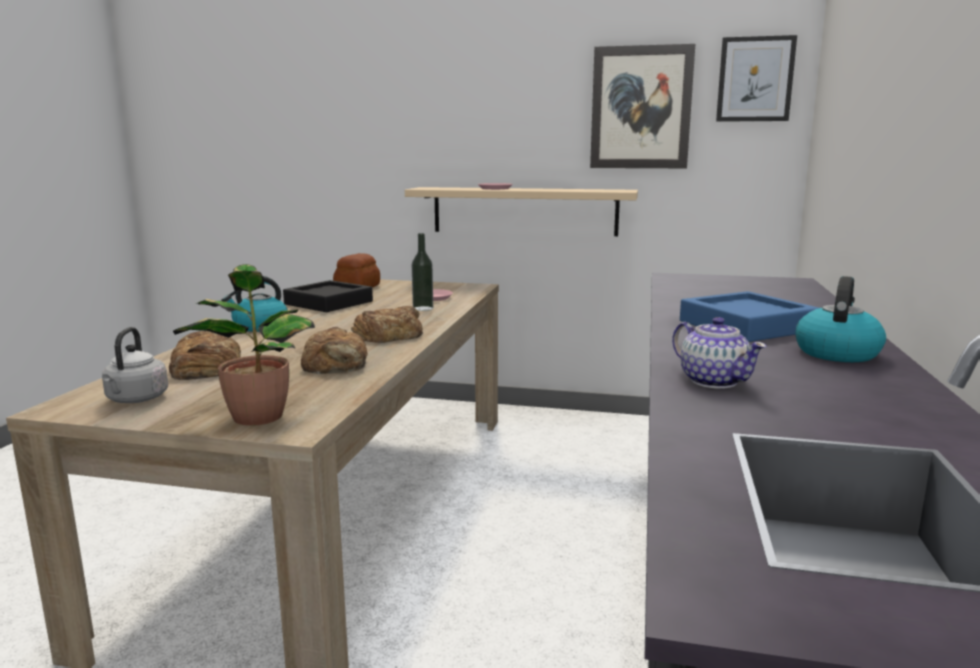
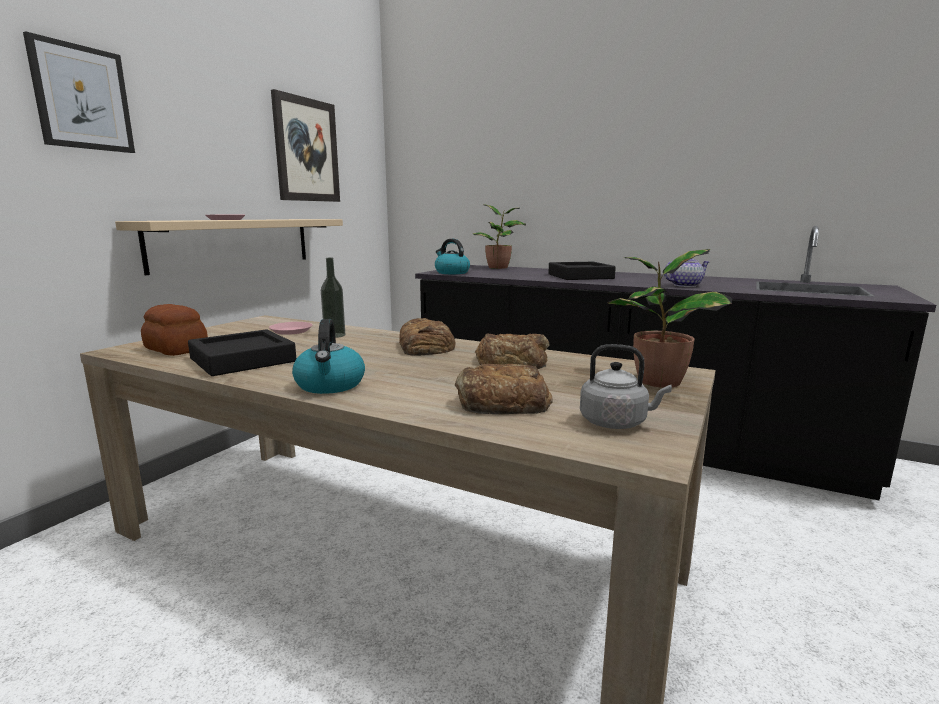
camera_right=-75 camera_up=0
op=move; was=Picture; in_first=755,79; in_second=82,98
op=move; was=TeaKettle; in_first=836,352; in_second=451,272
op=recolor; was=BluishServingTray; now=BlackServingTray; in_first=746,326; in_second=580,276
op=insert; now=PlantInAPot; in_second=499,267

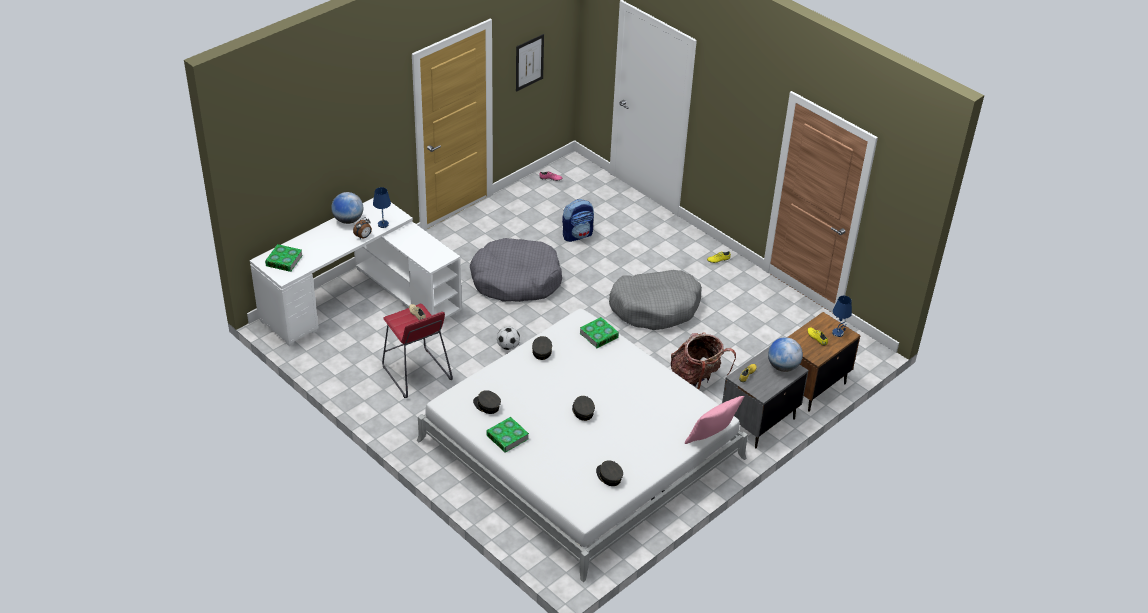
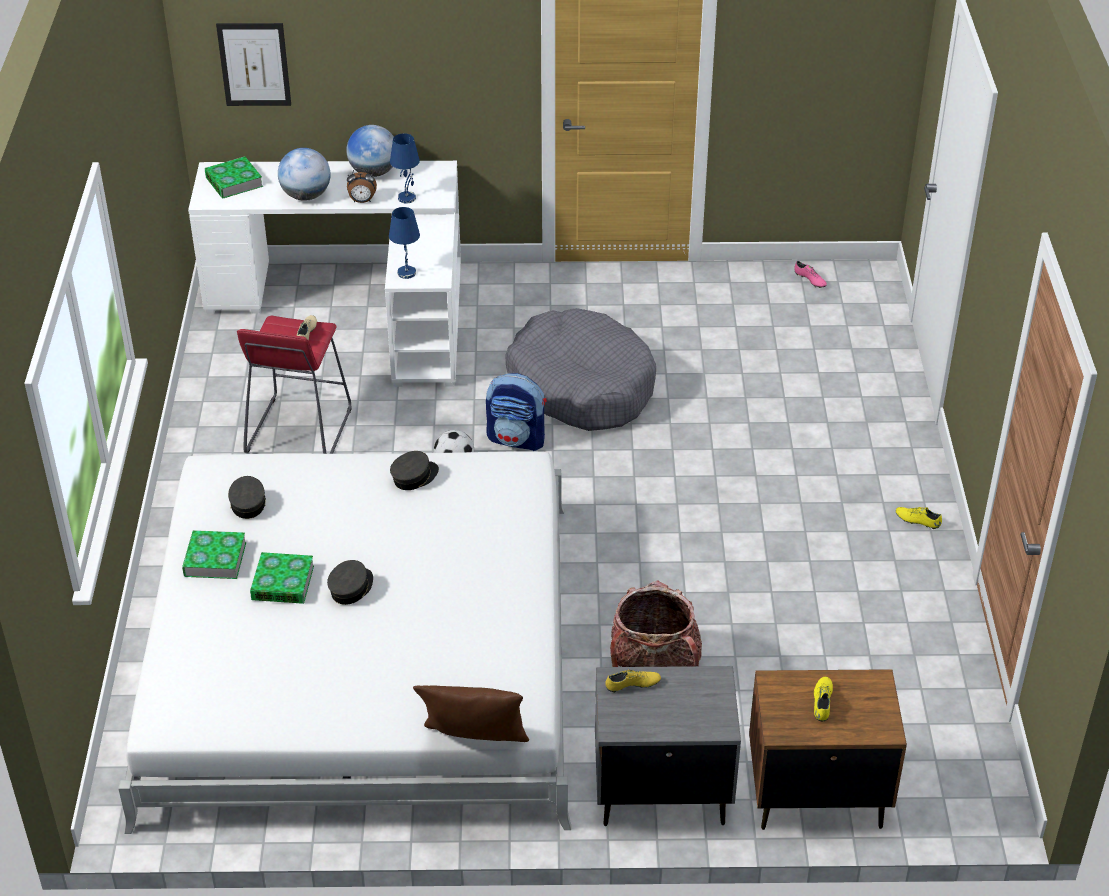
camera_right=45 camera_up=0
op=move; was=Picture; in_first=529,62; in_second=254,64
op=move; was=Rucksack; in_first=577,235; in_second=517,439
op=delete; was=GrayDogCushion; in_first=655,307
op=move; was=BluishTabletopLamp; in_first=838,333; in_second=407,273
op=move; was=Volume; in_first=599,335; in_second=283,583
op=move; was=DeskGlobe; in_first=783,367; in_second=306,196
op=recolor; was=PinkColouredThrowPillow; now=BrownishThrowPillow; in_first=712,438; in_second=473,745
op=delete; was=GrayBaseballCap; in_first=609,476

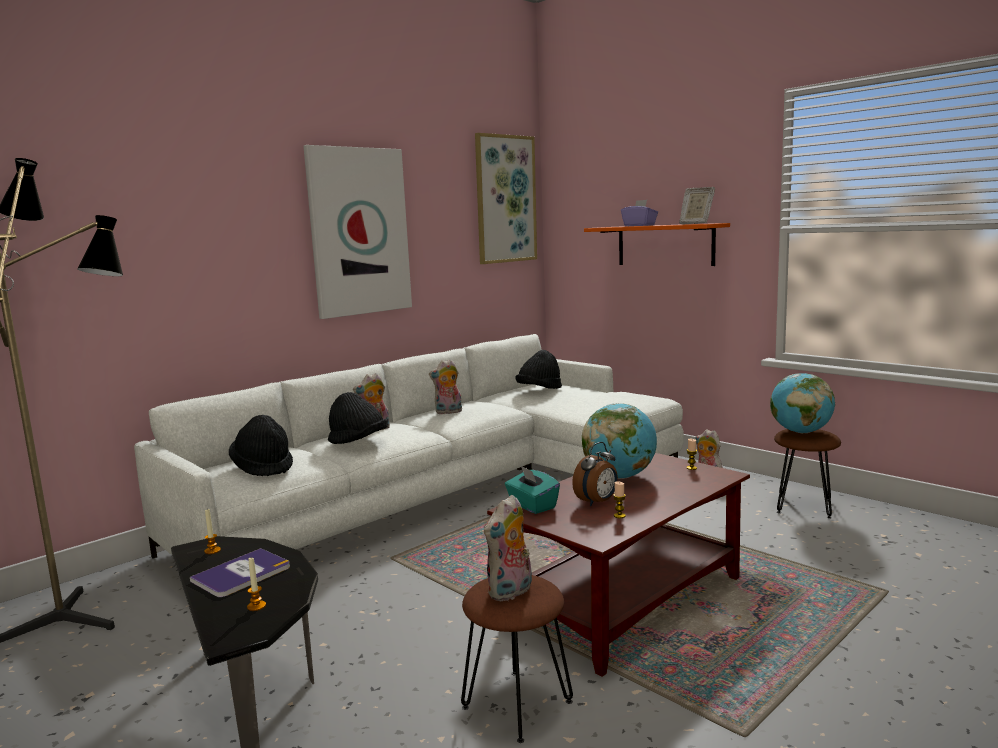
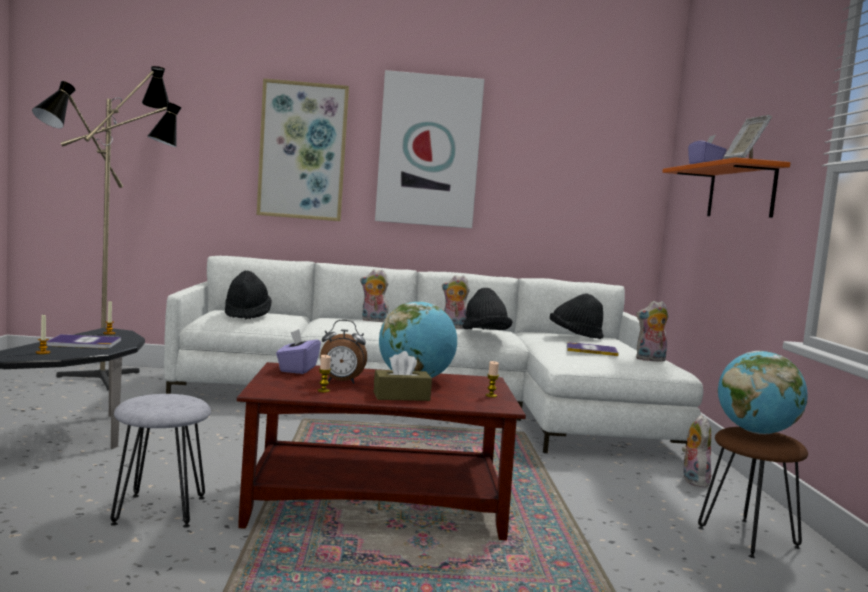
camera_right=40 camera_up=-5
op=move; was=Picture; in_first=505,199; in_second=302,151
op=move; was=BlackHat; in_first=358,442; in_second=485,334
op=recolor; was=BlueGreenBoxOfTissues; now=PurpleColouredBoxOfTissues; in_first=532,505; in_second=297,369
op=move; was=CuddlyToy; in_first=511,592; in_second=650,360
op=recolor; was=BrownishStool; now=GrayStool; in_first=516,704; in_second=160,510
op=insert; now=Volume; in_second=591,350
op=insert; now=BrownishBoxOfTissues; in_second=401,396

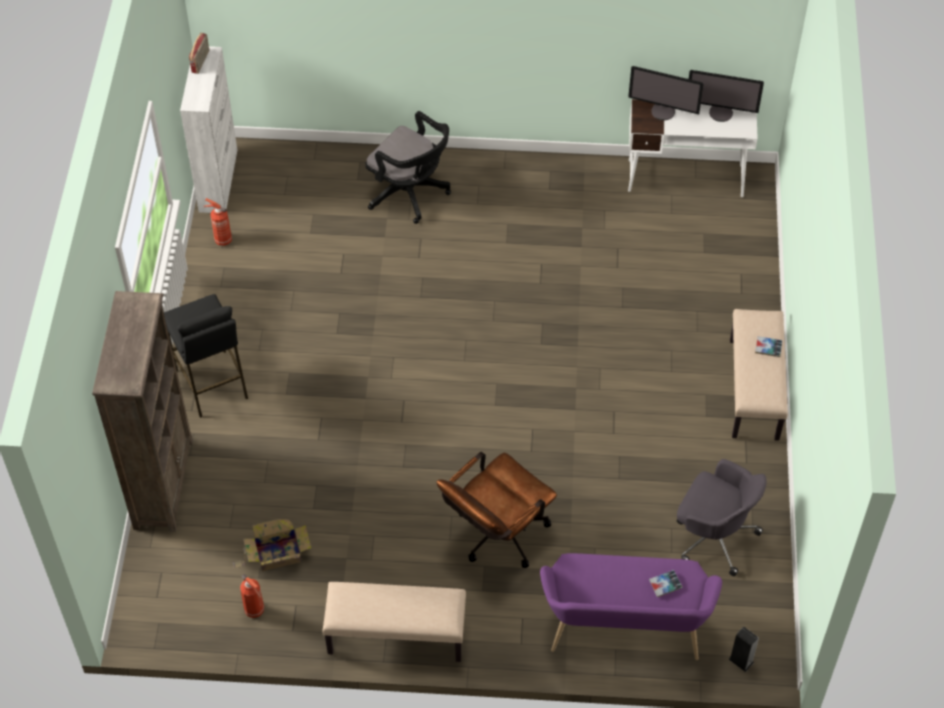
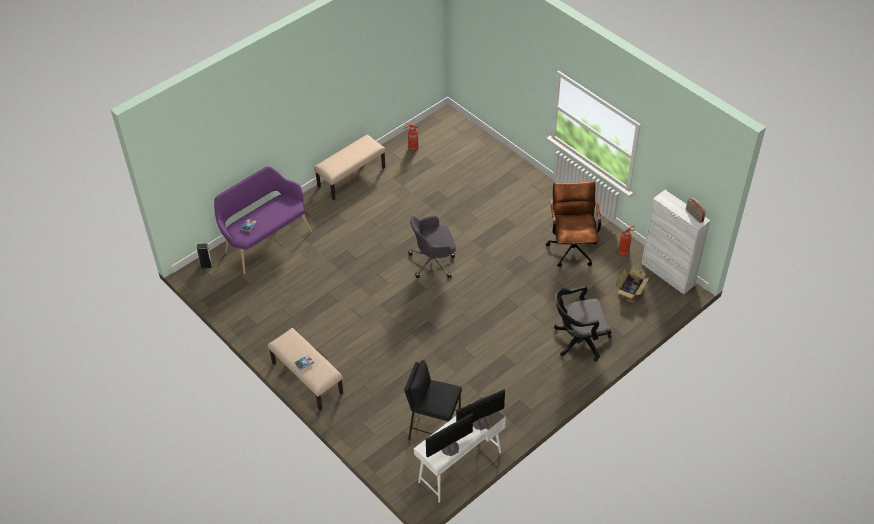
camera_right=135 camera_up=-5
op=delete; was=BrownishBookshelf; in_first=163,483
op=move; was=BlackStool; in_first=211,384; in_second=434,430
op=move; was=BrownishDeskChair; in_first=496,537; in_second=572,246
op=move; was=GrayDeskChair; in_first=713,536; in_second=433,262
op=move; was=PackingBox; in_first=276,555; in_second=631,290

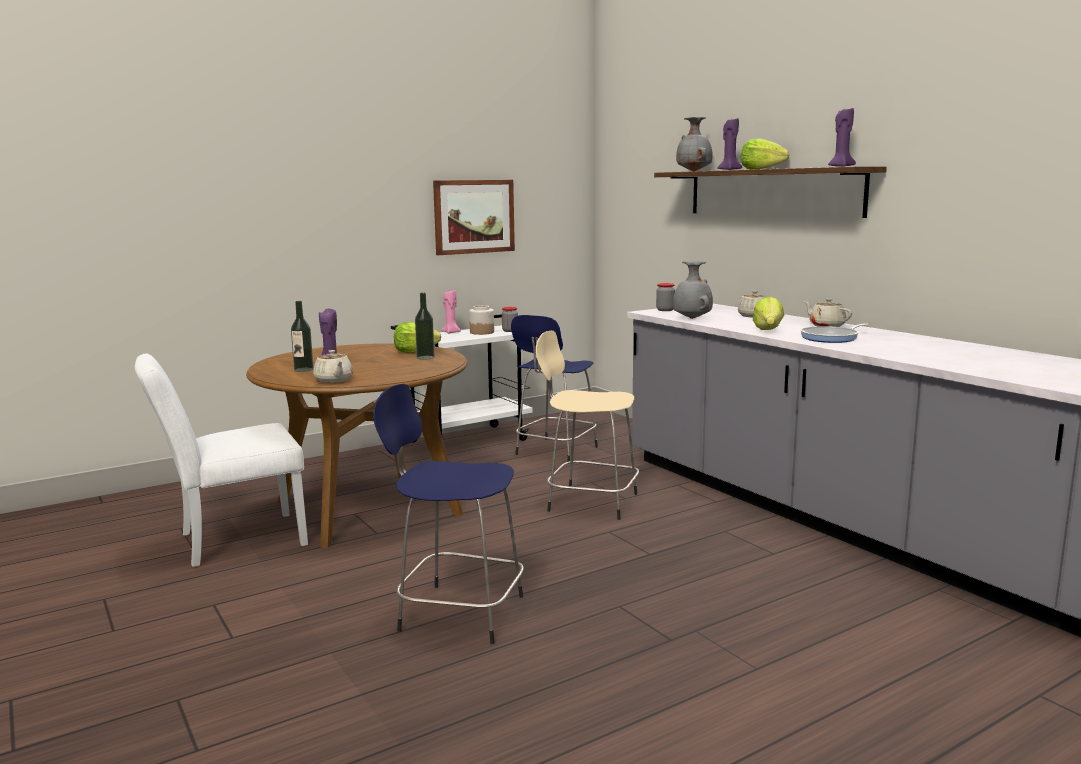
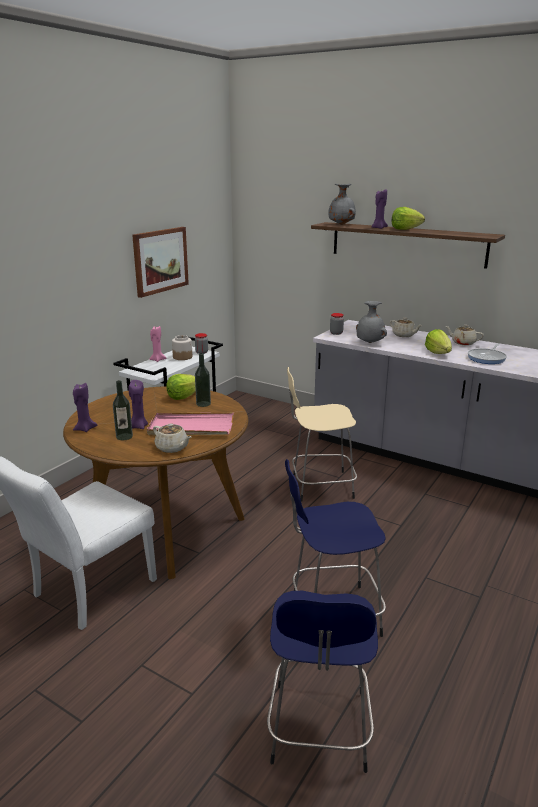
camera_right=-25 camera_up=10
op=move; was=PurpleColouredWaxCandle; in_first=840,167; in_second=85,429
op=move; was=BluishStool; in_first=555,451; in_second=319,730
op=insert; now=PinkColouredServingTray; in_second=191,427

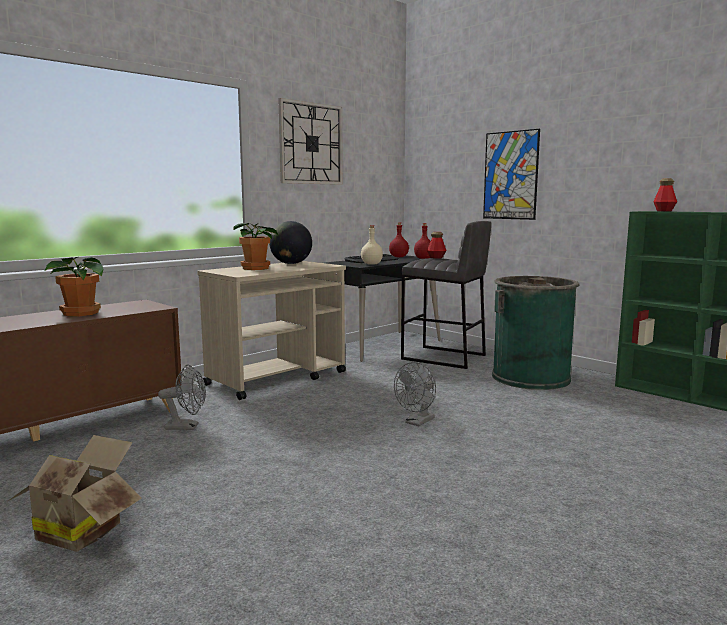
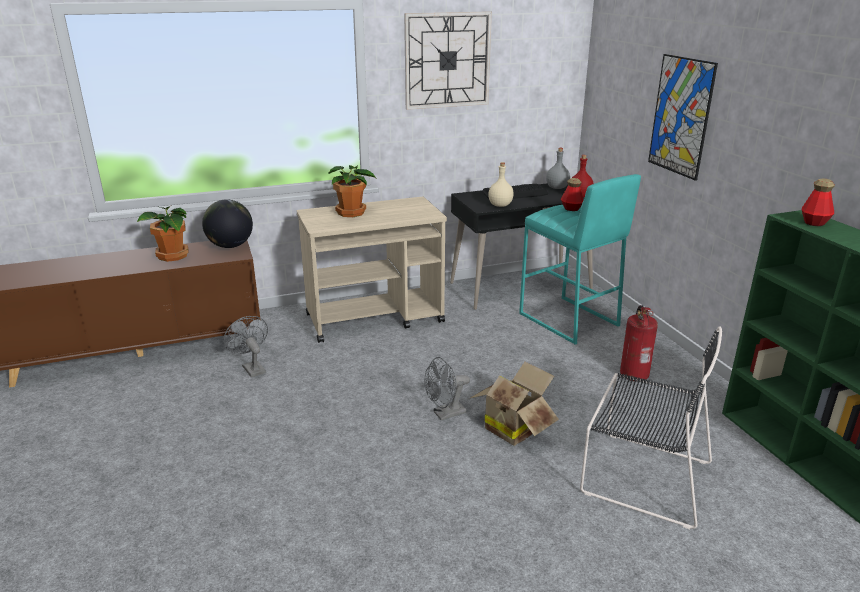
camera_right=25 camera_up=15
op=move; was=DeskGlobe; in_first=291,263; in_second=230,246
op=recolor; was=GrayStool; now=BlueGreenStool; in_first=444,357; in_second=568,320
op=recolor; was=RedDrinkBottle; now=GrayDrinkBottle; in_first=399,257; in_second=557,188
op=replace; was=GreenishRubbishBin; now=Extinguisher; in_first=531,377; in_second=634,375
op=rotate; was=GrayFan; in_first=187,427; in_second=251,368; clockwise=-150
op=move; was=PackingBox; in_first=82,530; in_second=513,427
op=insert; now=BlackPlainChair; in_second=641,476

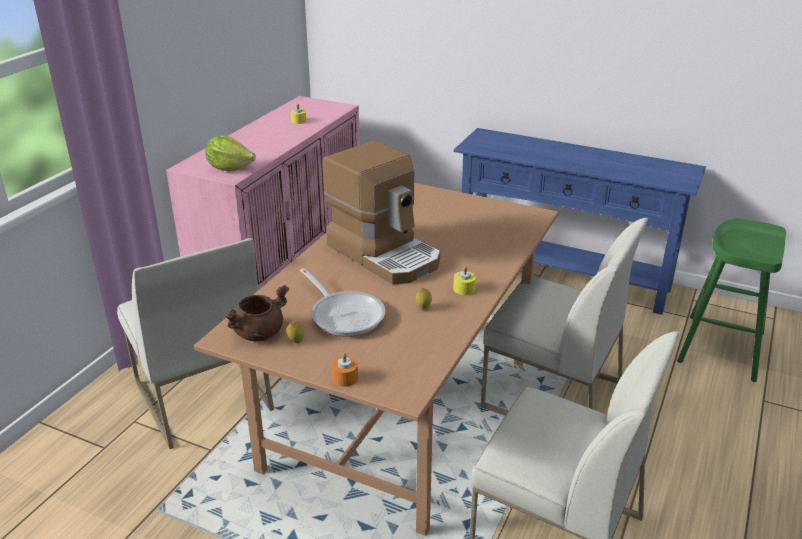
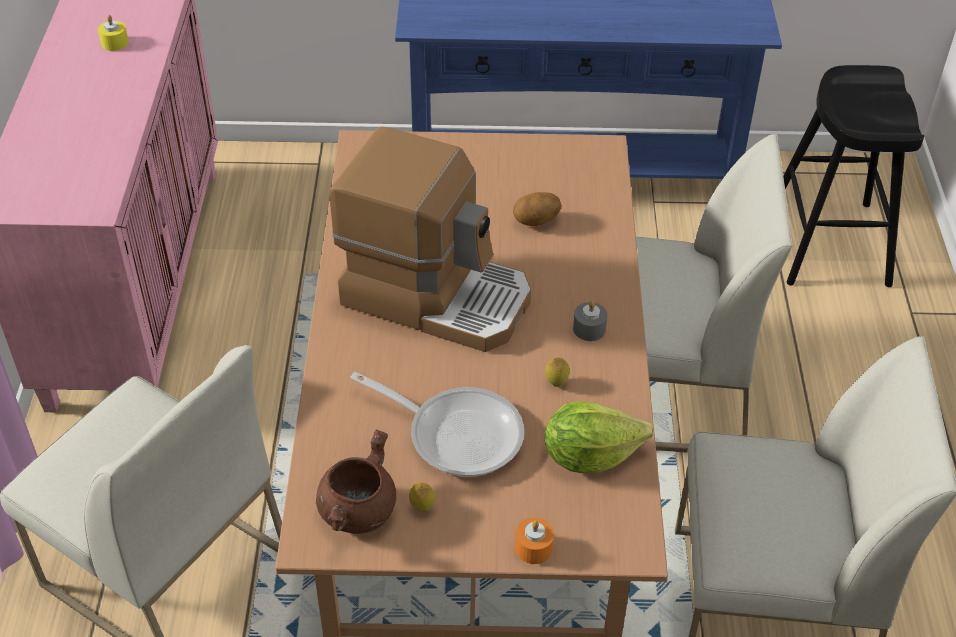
camera_right=-25 camera_up=15
op=move; was=LettuceHead; in_first=229,168; in_second=589,455
op=recolor; was=GreenishStool; now=BlackStool; in_first=721,348; in_second=829,243
op=recolor; was=YellowColouredWaxCandle; now=GrayWaxCandle; in_first=464,289; in_second=589,329
op=insert; now=Spud; in_second=536,222

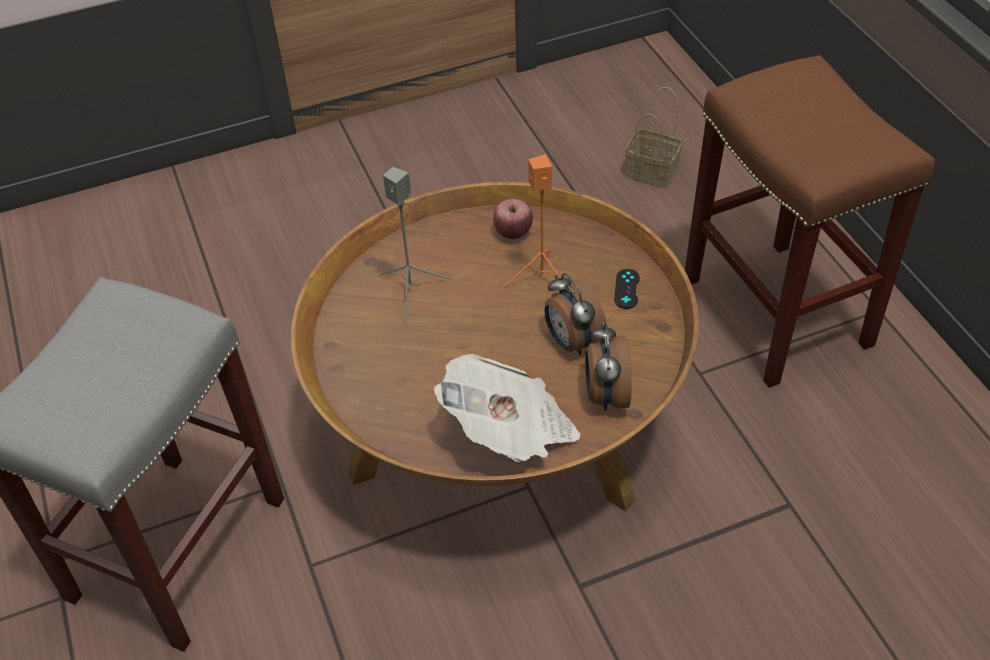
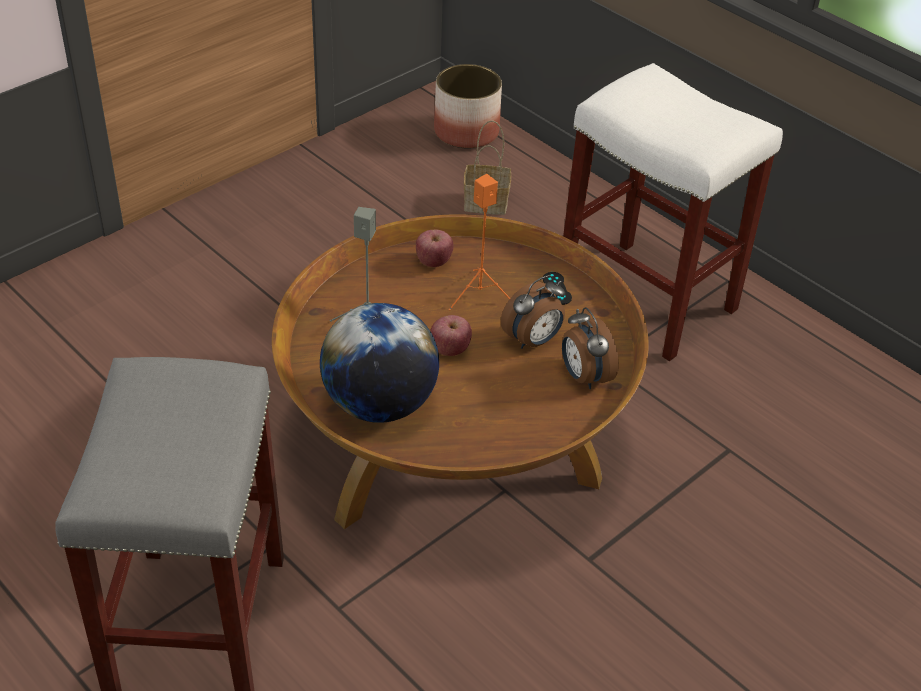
camera_right=-25 camera_up=-5
op=recolor; was=BrownishStool; now=WhiteStool; in_first=778,313; in_second=649,299
op=rotate; was=BedsideClock; in_first=572,342; in_second=533,340; clockwise=-75
op=delete; was=Newspaper; in_first=510,431
op=insert; now=FlowerPot; in_second=467,132
op=insert; now=DeskGlobe; in_second=380,404
op=insert; now=Apple; in_second=450,349

